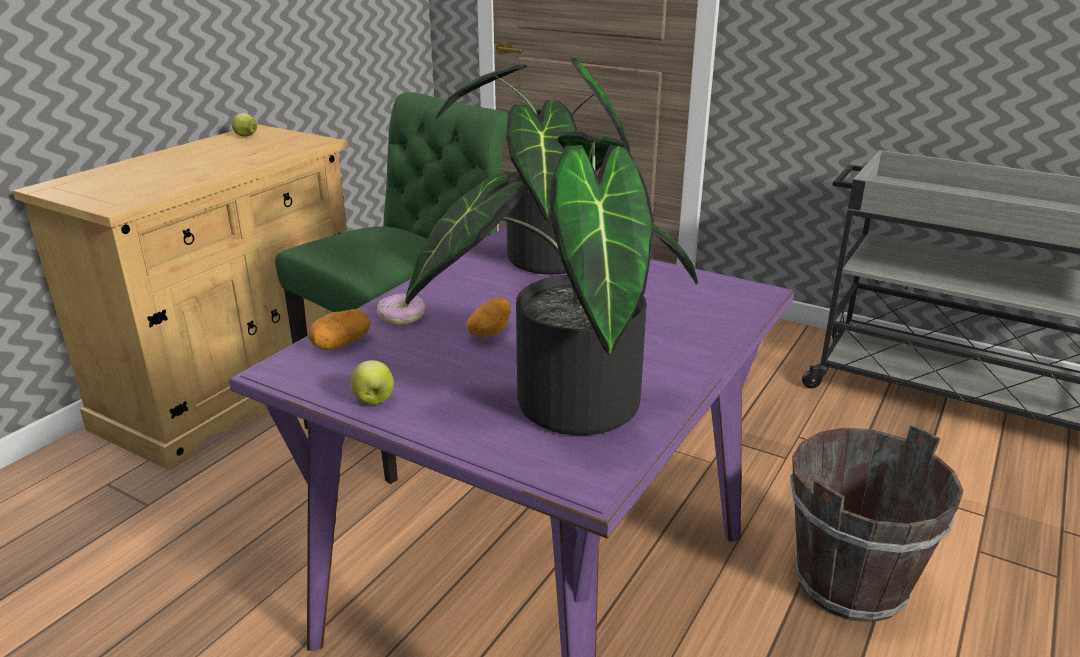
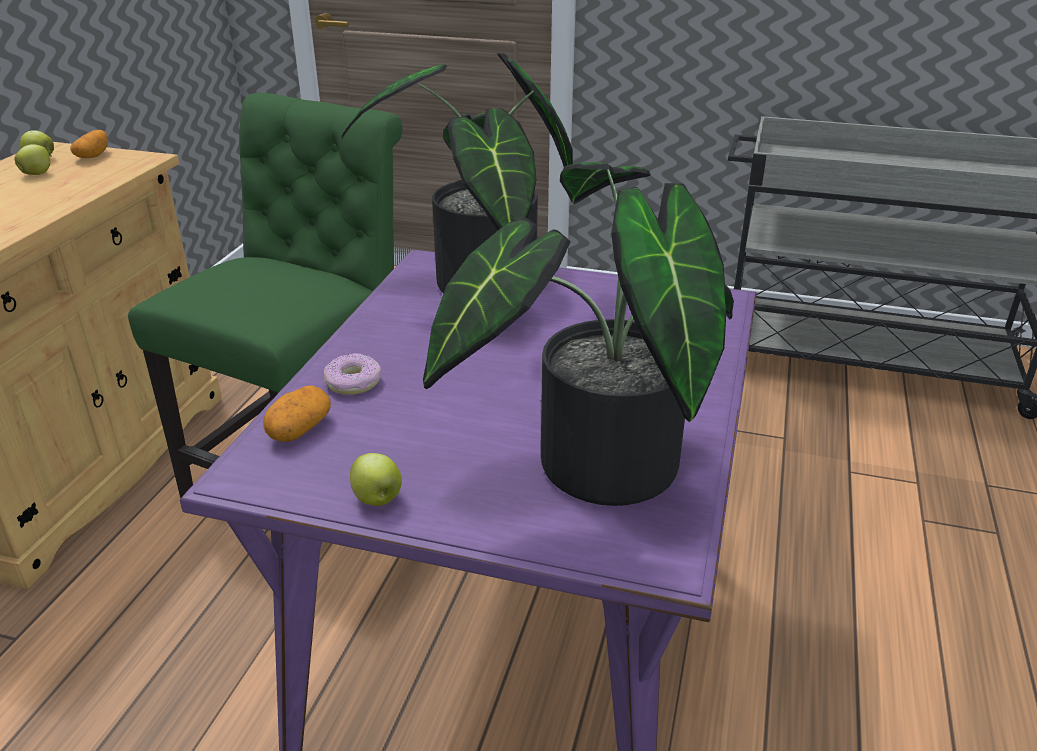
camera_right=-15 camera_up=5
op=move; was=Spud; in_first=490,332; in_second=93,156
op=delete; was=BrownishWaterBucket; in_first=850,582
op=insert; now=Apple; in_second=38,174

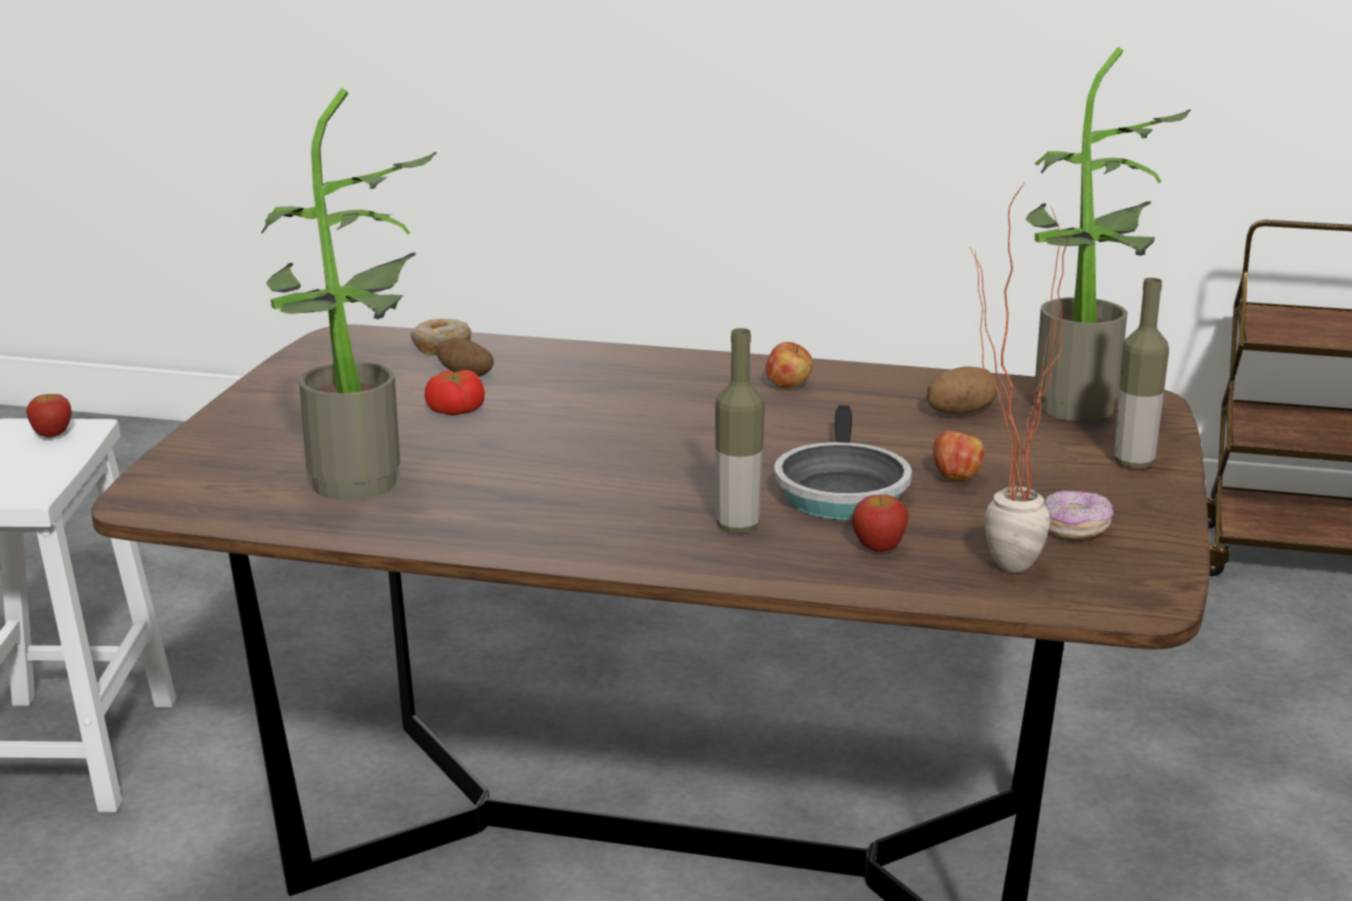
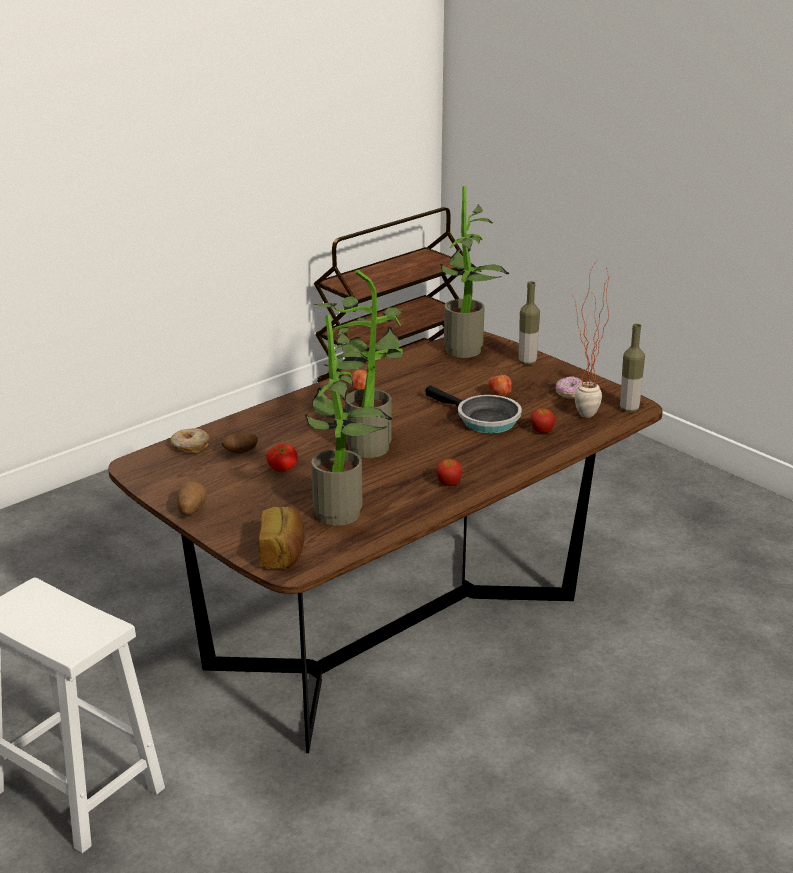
camera_right=-55 camera_up=5
op=move; was=DrinkBottle; in_first=738,526; in_second=629,409
op=move; was=Spud; in_first=960,412; in_second=191,510
op=move; was=Apple; in_first=52,434; in_second=448,483
op=insert; now=PlantInAPot; in_second=367,444
op=insert; now=Bread; in_second=283,553

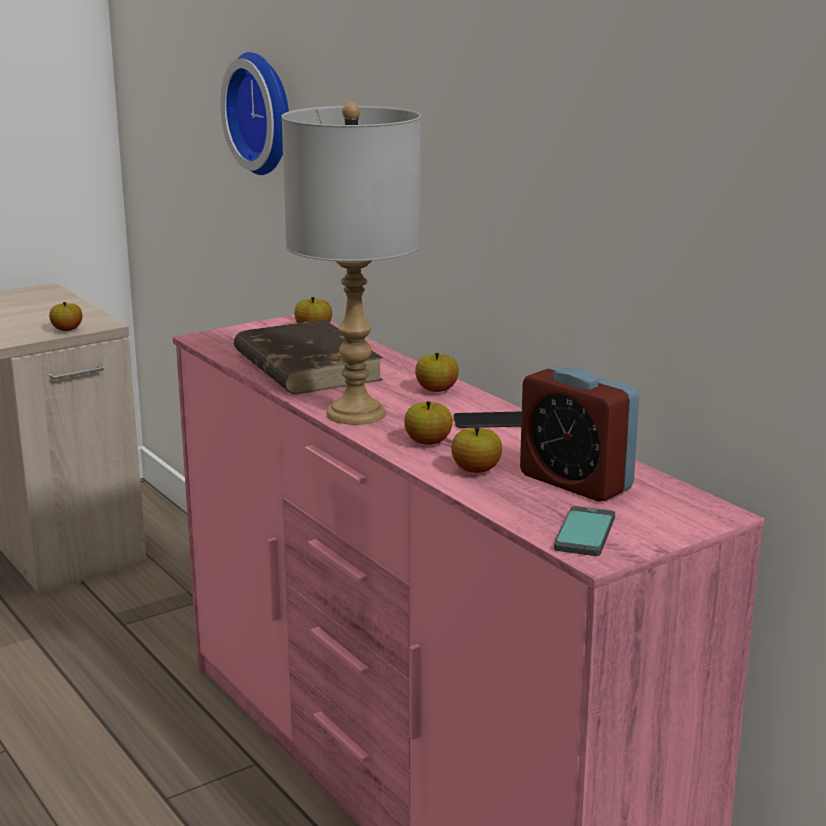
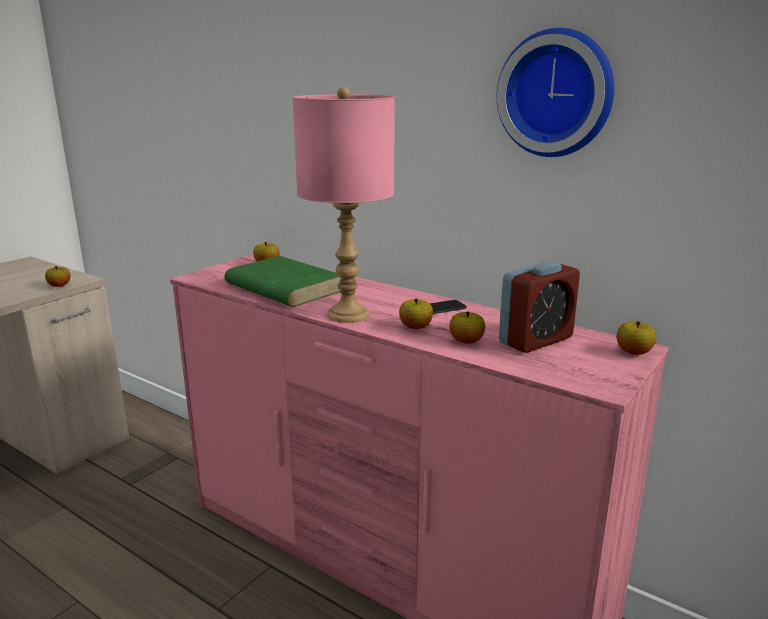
camera_right=-20 camera_up=0
op=move; was=WallClock; in_first=265,113; in_second=556,94
op=recolor; was=GrayTabletopLamp; now=PinkColouredTabletopLamp; in_first=355,414; in_second=348,315
op=recolor; was=BrownishVolume; now=GreenishVolume; in_first=306,365; in_second=283,287
op=move; was=Apple; in_first=436,390; in_second=633,352
op=rotate; was=BedsideClock; in_first=575,482; in_second=536,340; clockwise=-60
op=delete; was=Handset; in_first=584,533

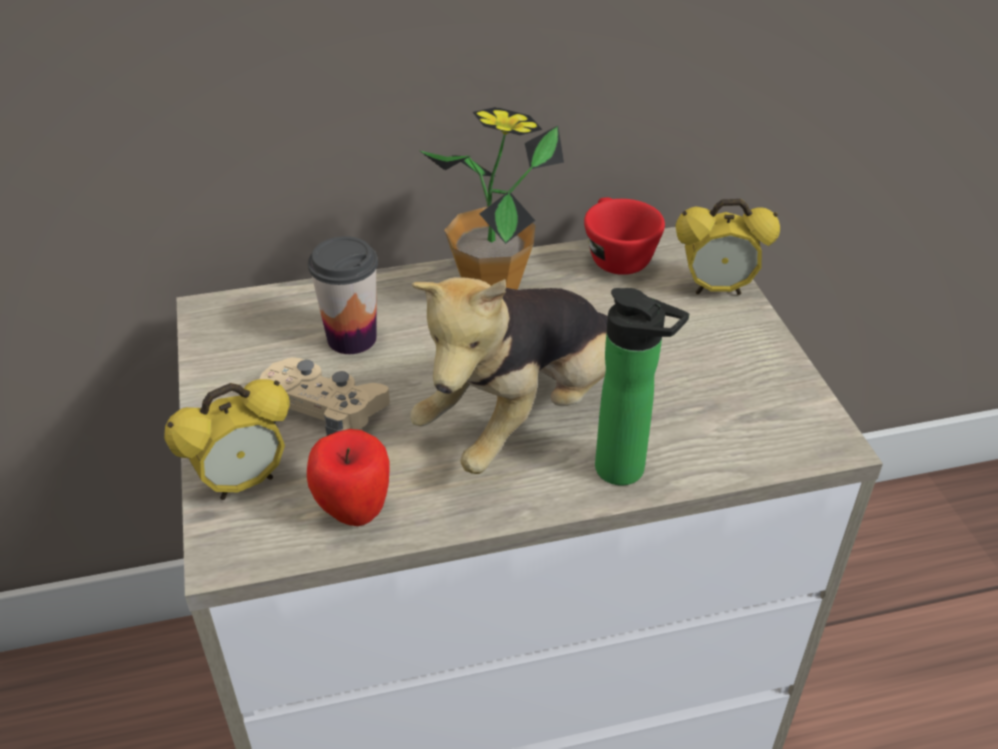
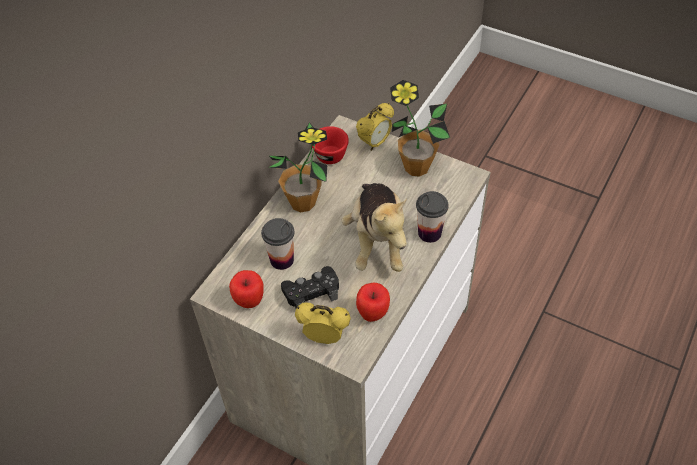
camera_right=-45 camera_up=10
op=replace; was=DrinkBottle; now=DrinkingCup; in_first=626,472; in_second=429,233
op=recolor; was=BeigeJoypad; now=BlackJoypad; in_first=323,409; in_second=311,292
op=rotate; was=BedsideClock; in_first=243,483; in_second=324,337; clockwise=-90
op=insert; now=PlantInAPot; in_second=416,167
op=insert; now=Apple; in_second=249,302

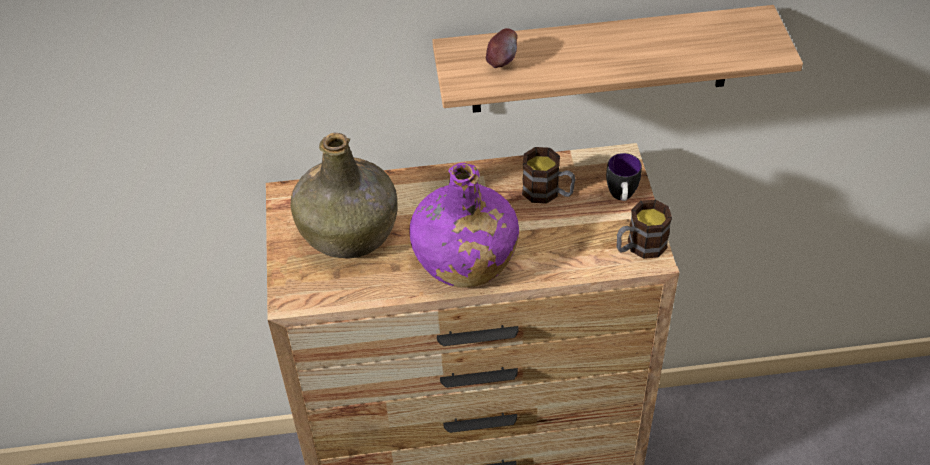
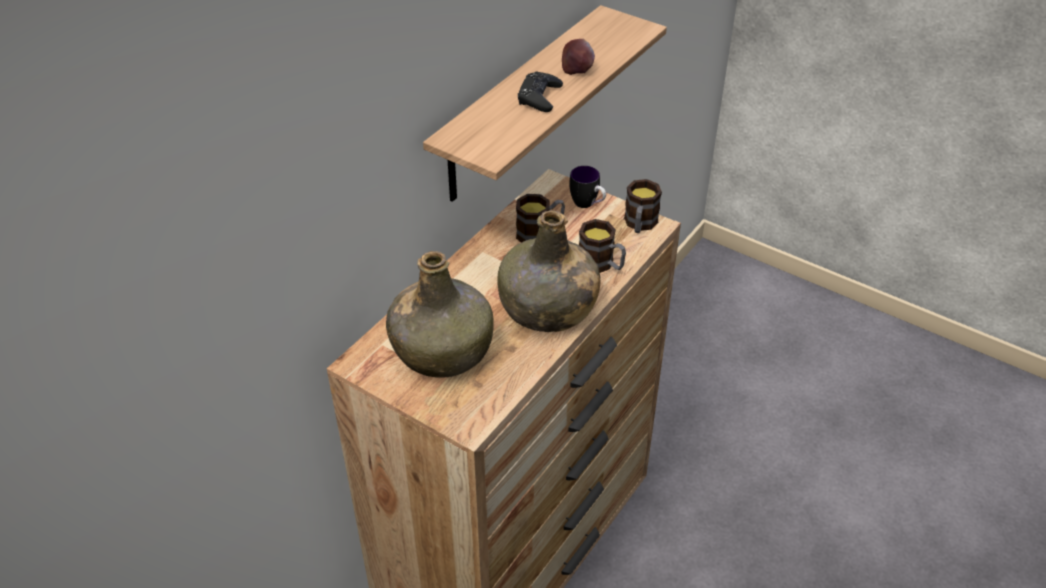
camera_right=-50 camera_up=-5
op=move; was=Apple; in_first=501,62; in_second=577,70
op=recolor; was=PurpleColouredDrinkBottle; now=GreenishDrinkBottle; in_first=464,258; in_second=547,308
op=insert; now=BlackJoypad; in_second=539,97
op=insert; now=Mug; in_second=601,264

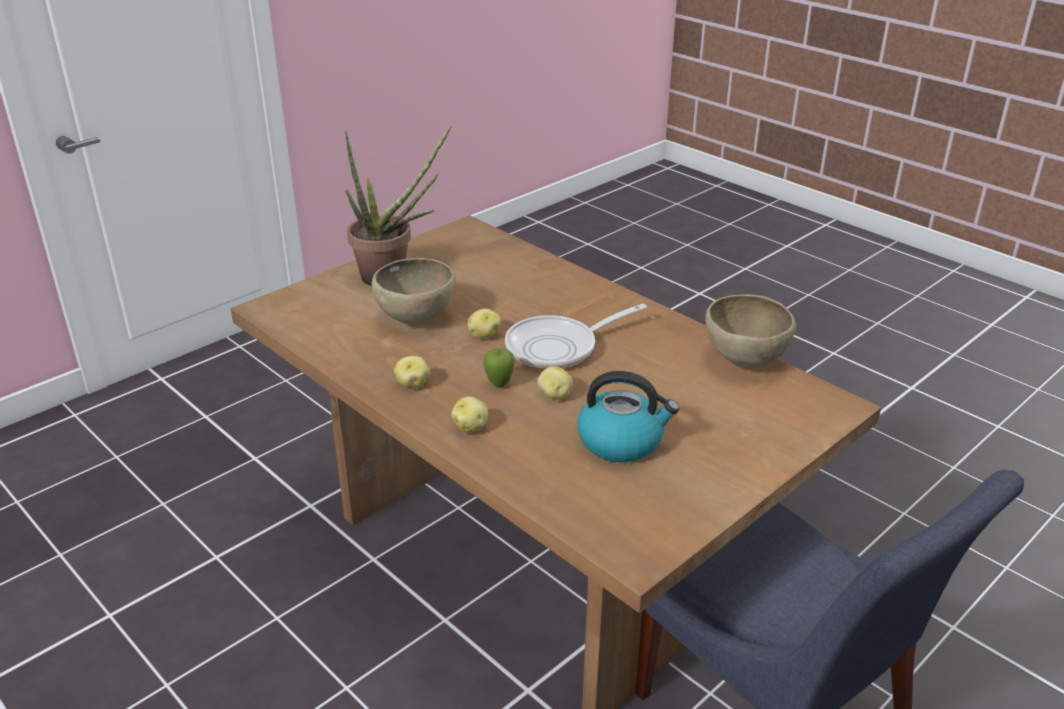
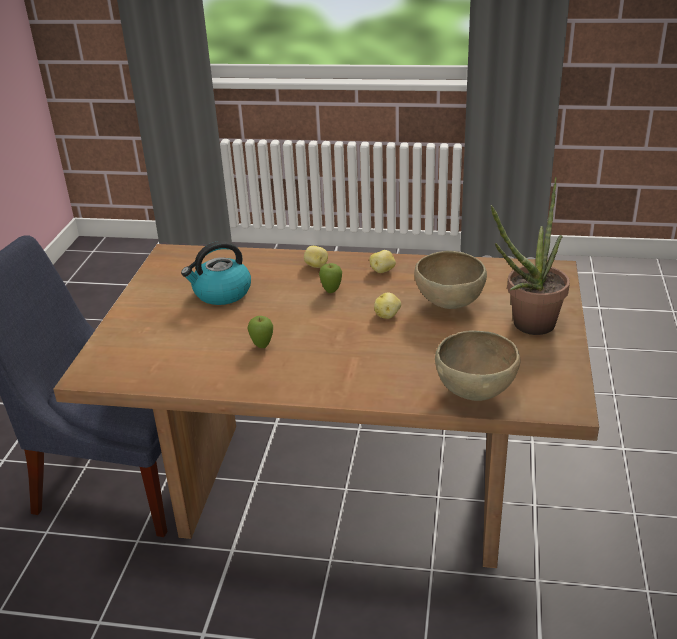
camera_right=145 camera_up=0
op=move; was=BrownishServingBowl; in_first=743,361; in_second=475,393
op=delete; was=Skillet; in_first=558,347
op=delete; was=Spud; in_first=554,395
op=insert; now=Apple; in_second=262,346

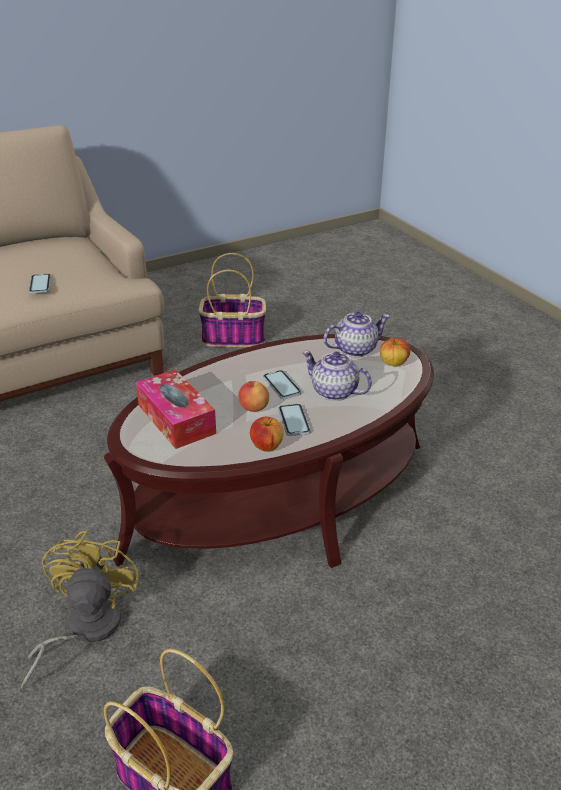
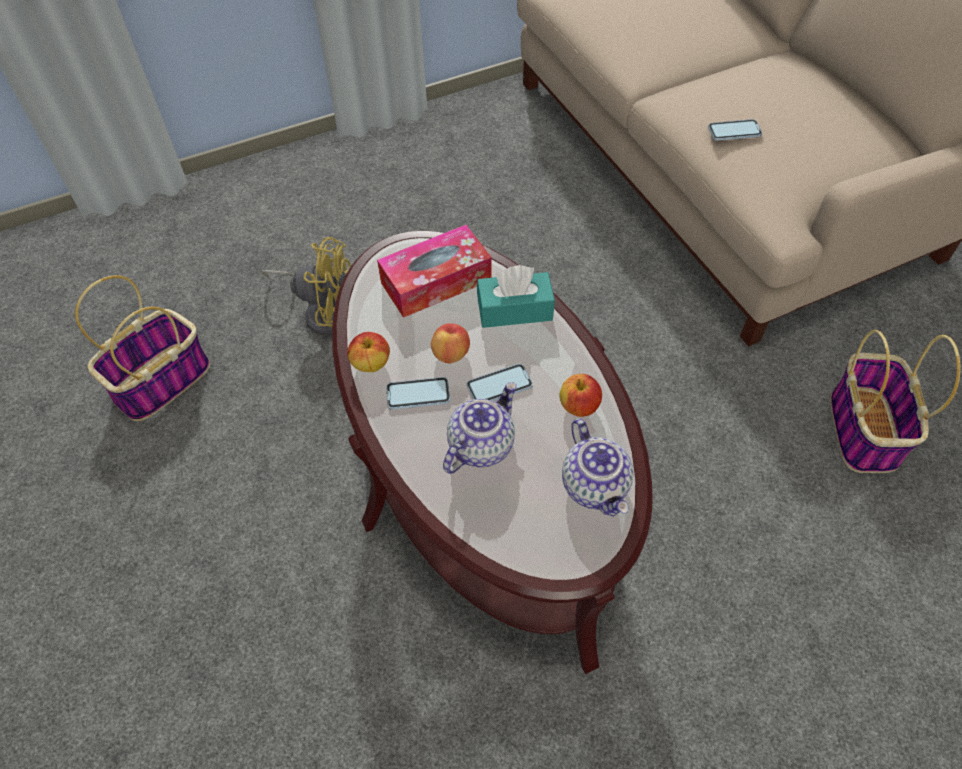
camera_right=95 camera_up=20
op=move; was=Apple; in_first=393,363; in_second=579,407
op=insert; now=BlueGreenBoxOfTissues; in_second=514,310

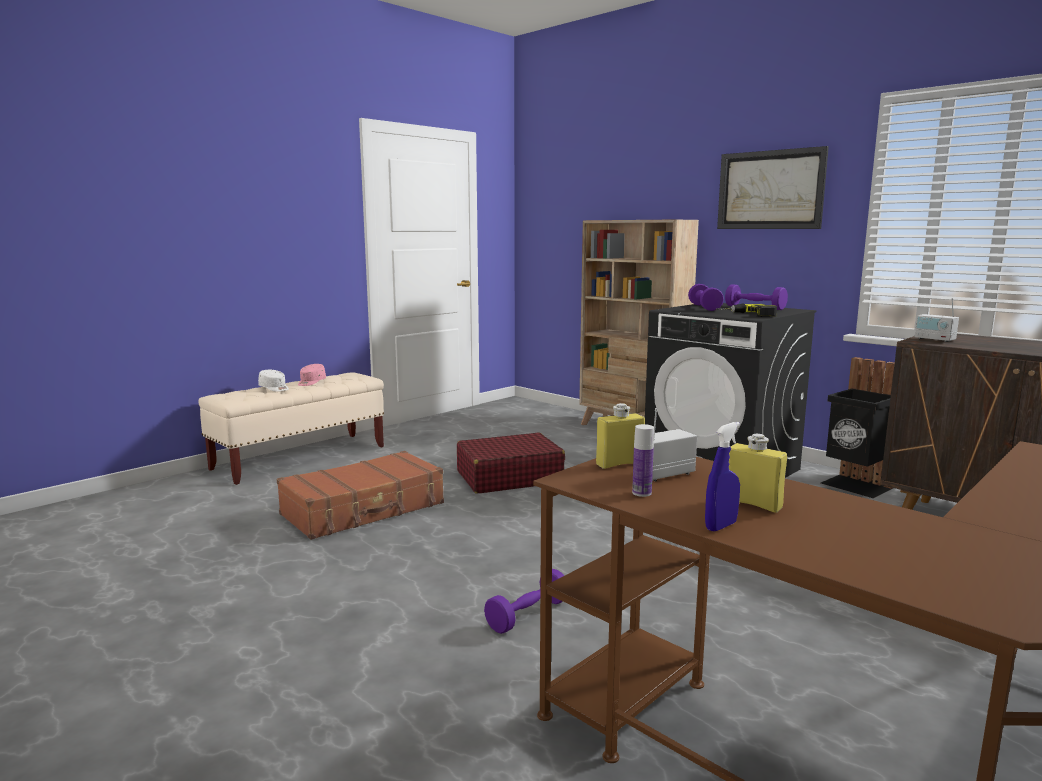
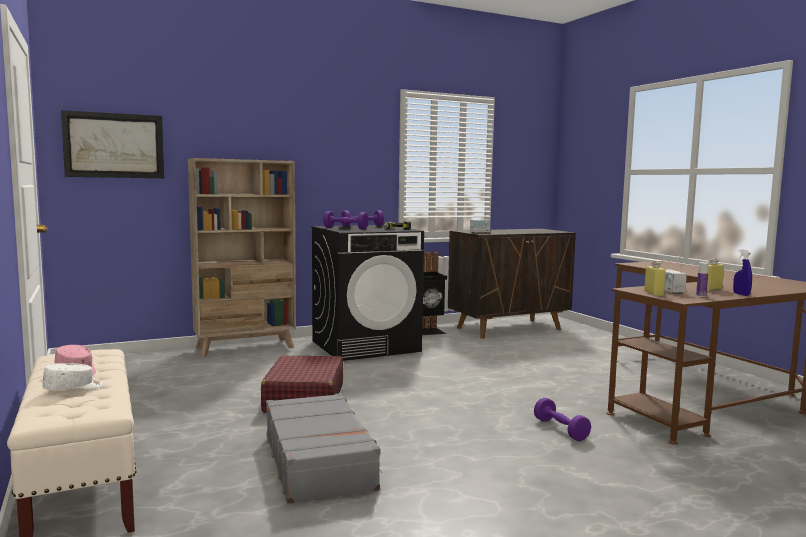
camera_right=-70 camera_up=-5
op=move; was=Picture; in_first=770,190; in_second=114,145
op=recolor; was=BrownishSuitcase; now=GraySuitcase; in_first=364,509; in_second=319,461

